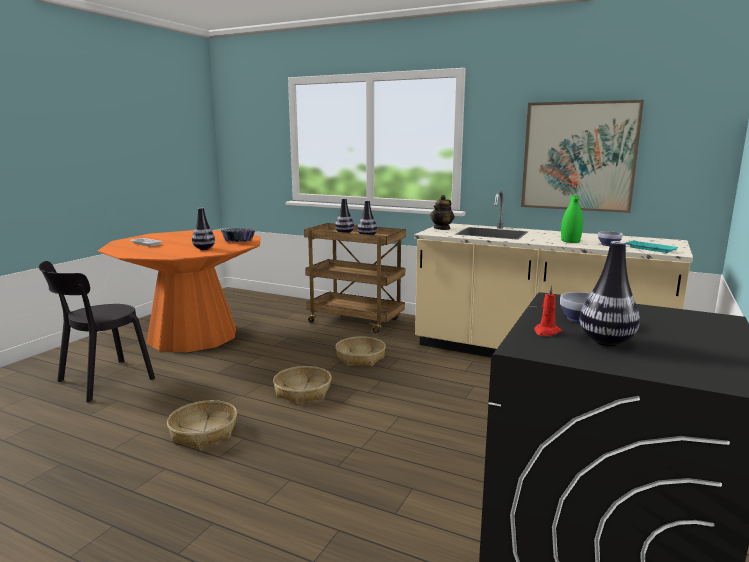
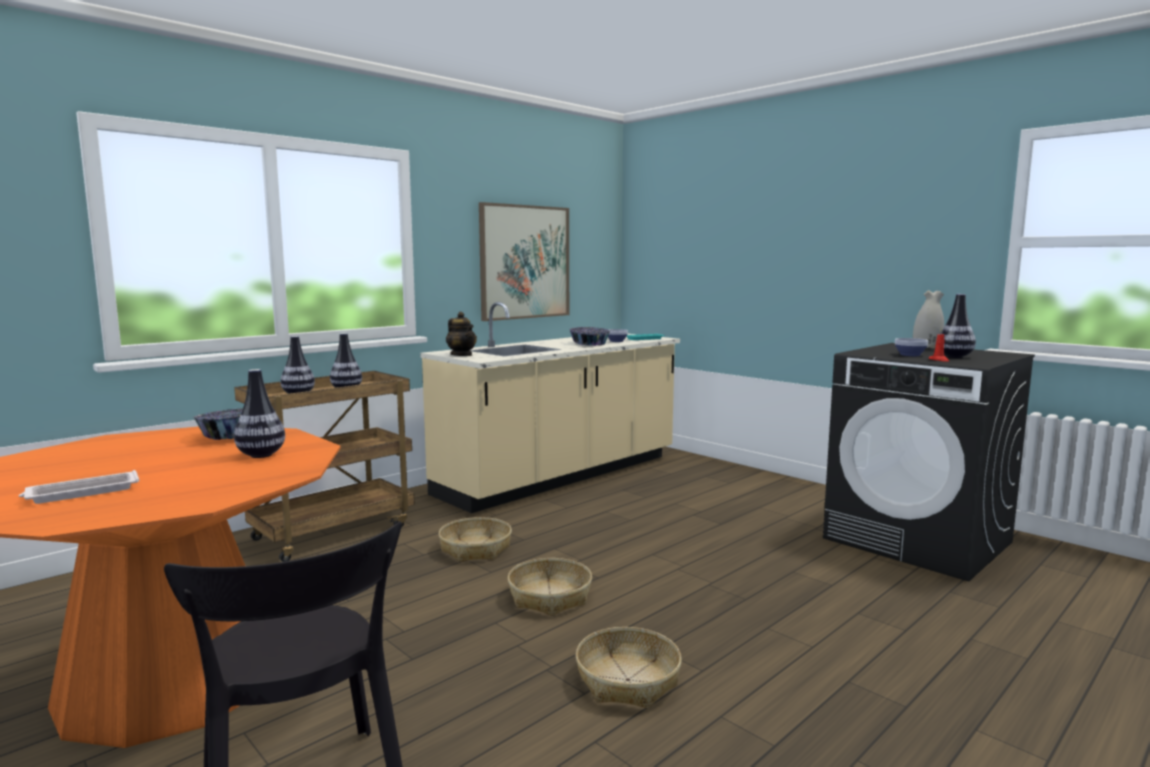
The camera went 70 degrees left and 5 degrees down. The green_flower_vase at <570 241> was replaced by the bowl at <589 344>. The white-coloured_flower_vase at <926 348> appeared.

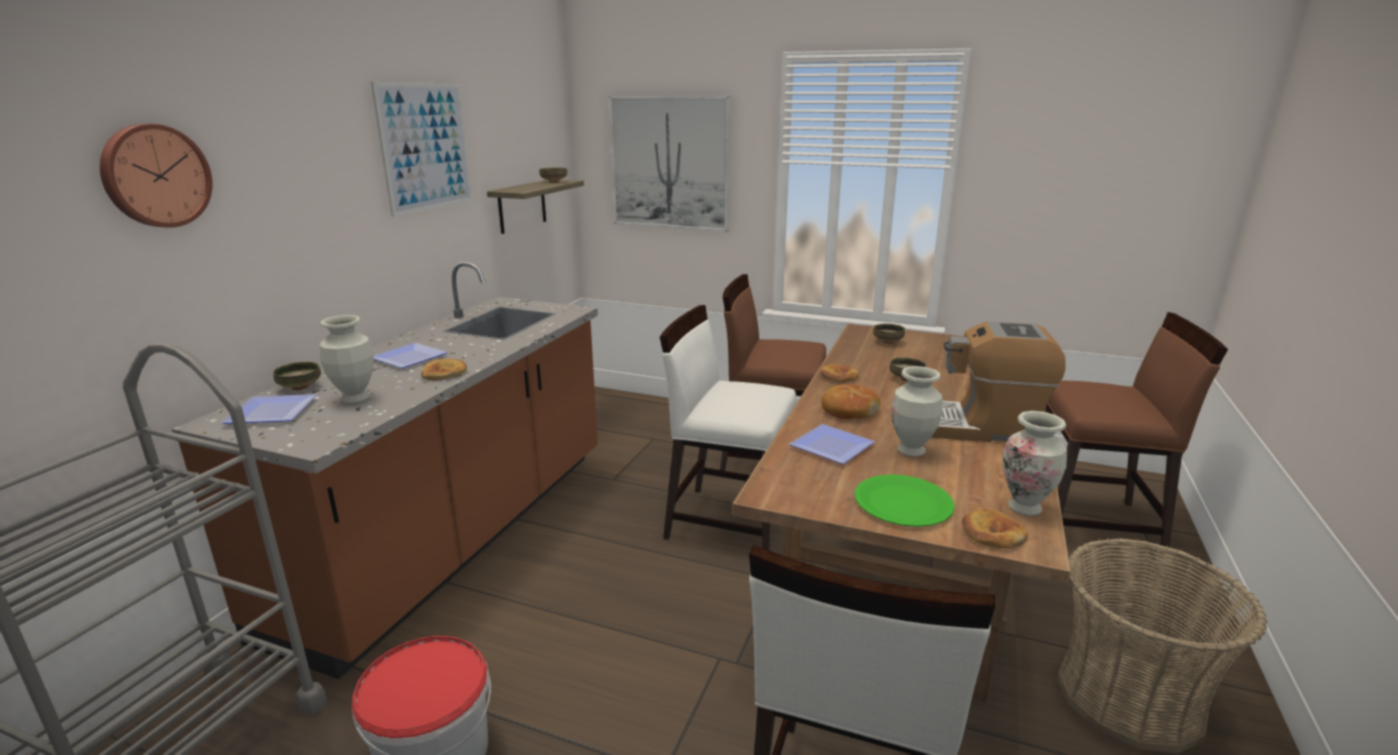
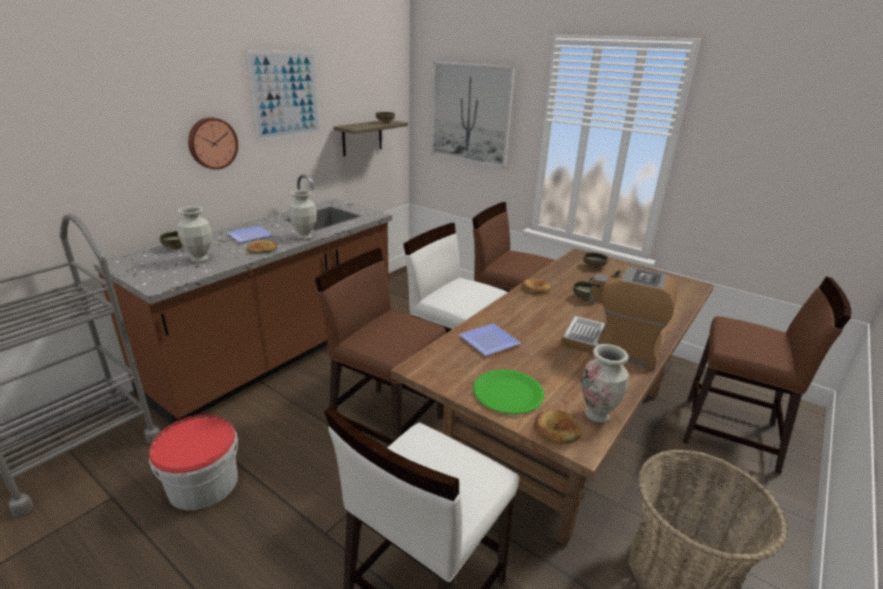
The camera went 15 degrees right and 5 degrees up. The clock_on_the_wall moved from <155 176> to <212 143>. The flower_vase moved from <911 451> to <304 237>. The brownish_chair at <386 422> appeared. The flat_dish at <271 412> disappeared. The bread at <849 411> disappeared.

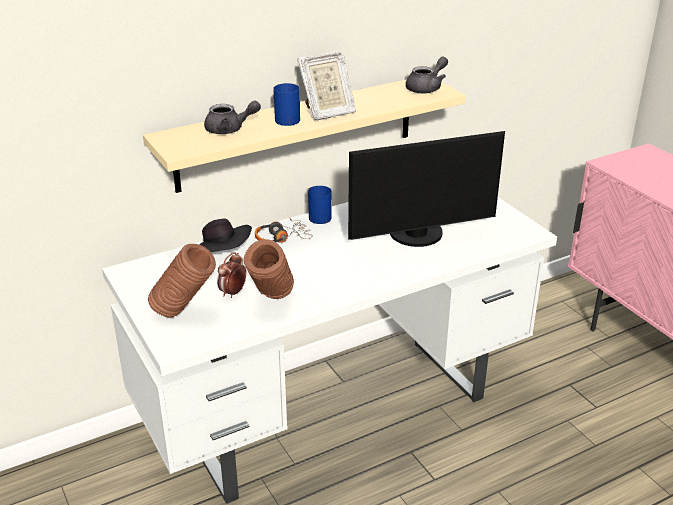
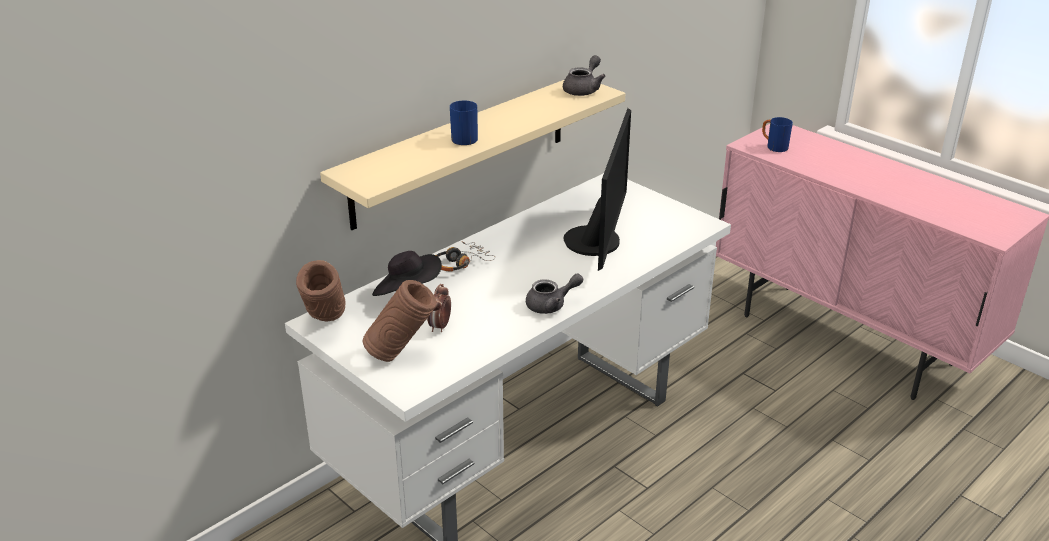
The camera went 15 degrees left and 0 degrees up. The brownish_flower_vase moved from <271 302> to <325 325>. The gray_teapot moved from <229 129> to <551 305>. The computer_screen at <418 236> turned 45 degrees counterclockwise. The blue-coloured_tea_mug moved from <317 216> to <773 146>. The picture_frame at <327 112> disappeared.

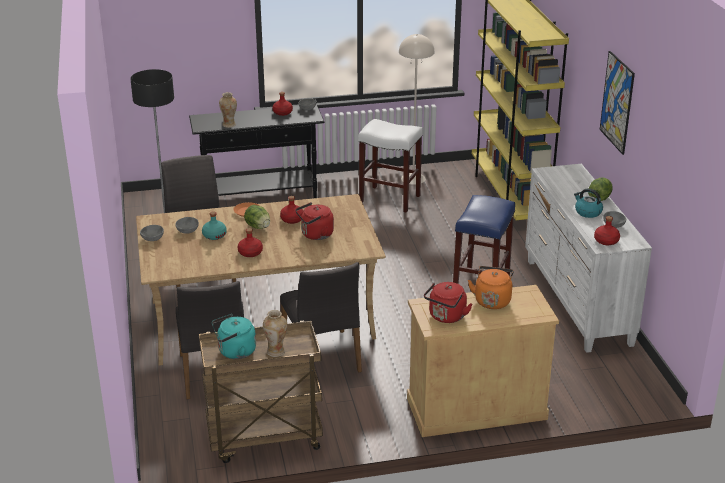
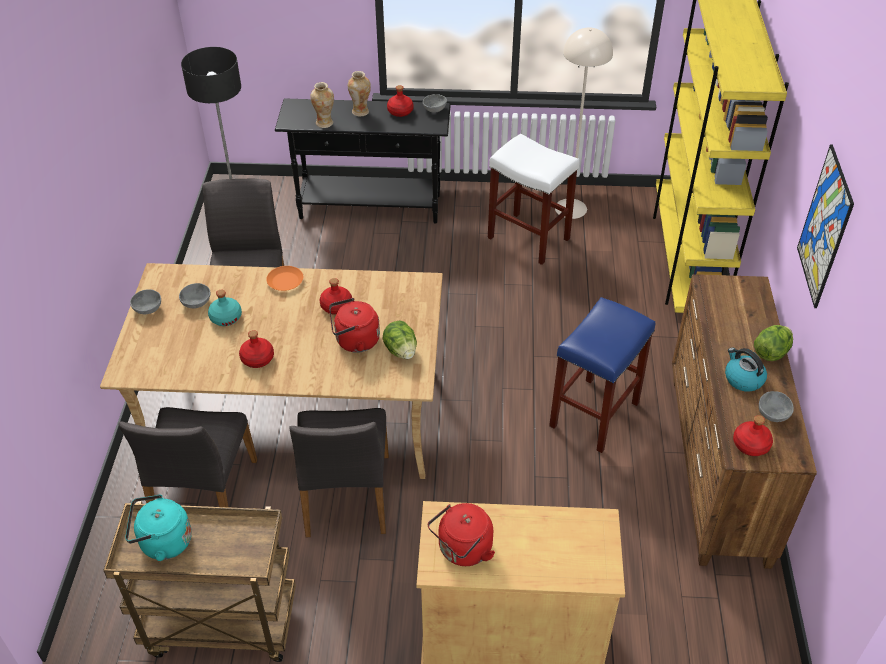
The camera went 15 degrees right and 15 degrees up. The flower_vase moved from <276 351> to <360 112>. The lettuce_head moved from <258 227> to <401 351>. The white-coloured_dresser at <577 302> became the brownish_dresser at <716 468>. The orange_water_kettle at <492 300> disappeared.

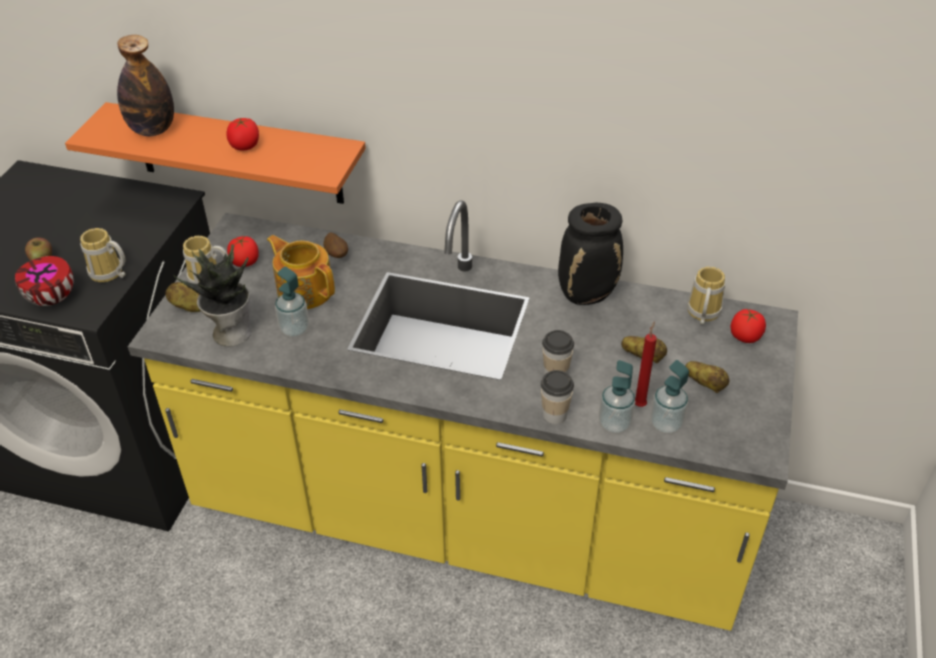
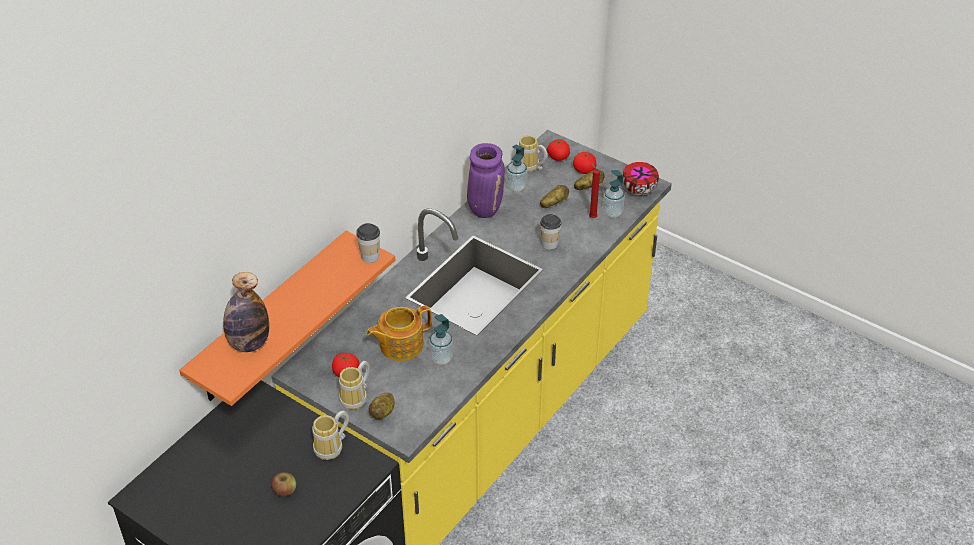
The camera went 70 degrees left and 0 degrees up. The drinking_cup moved from <554 414> to <370 256>. The black_flower_vase at <587 294> became the purple_flower_vase at <485 208>. The soap_dispenser moved from <614 424> to <516 187>. The fresh_tomato moved from <245 146> to <584 170>. The bowl moved from <53 298> to <639 190>. The potted_plant at <231 332> disappeared. The potato at <336 255> disappeared.

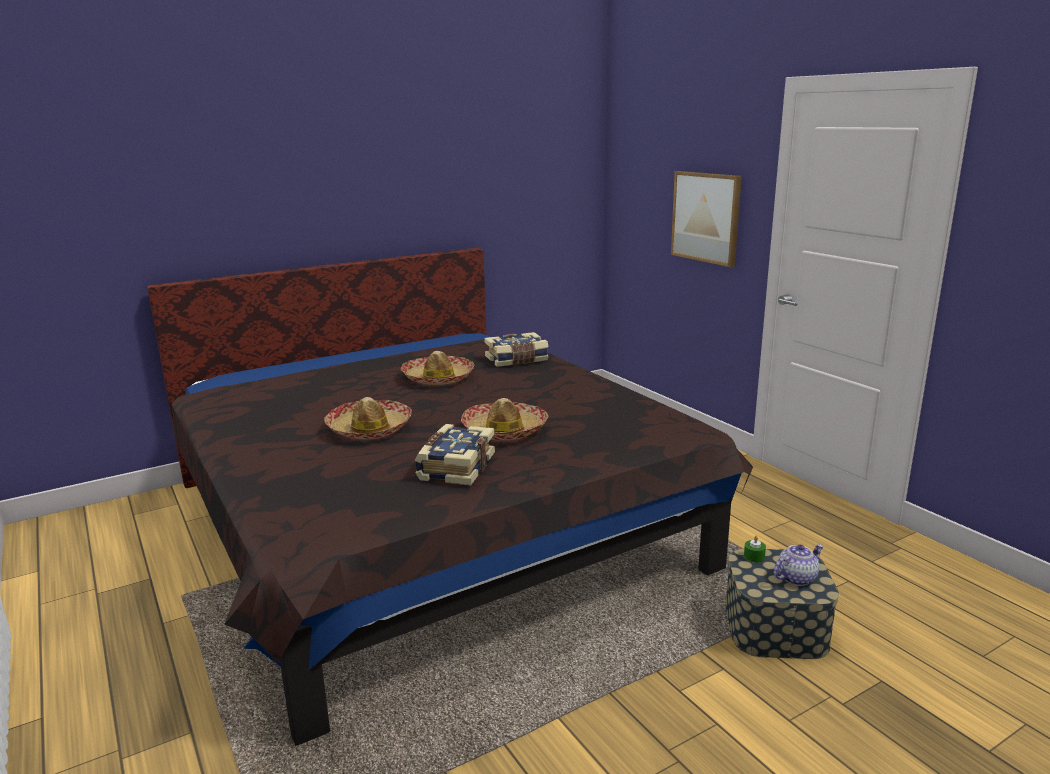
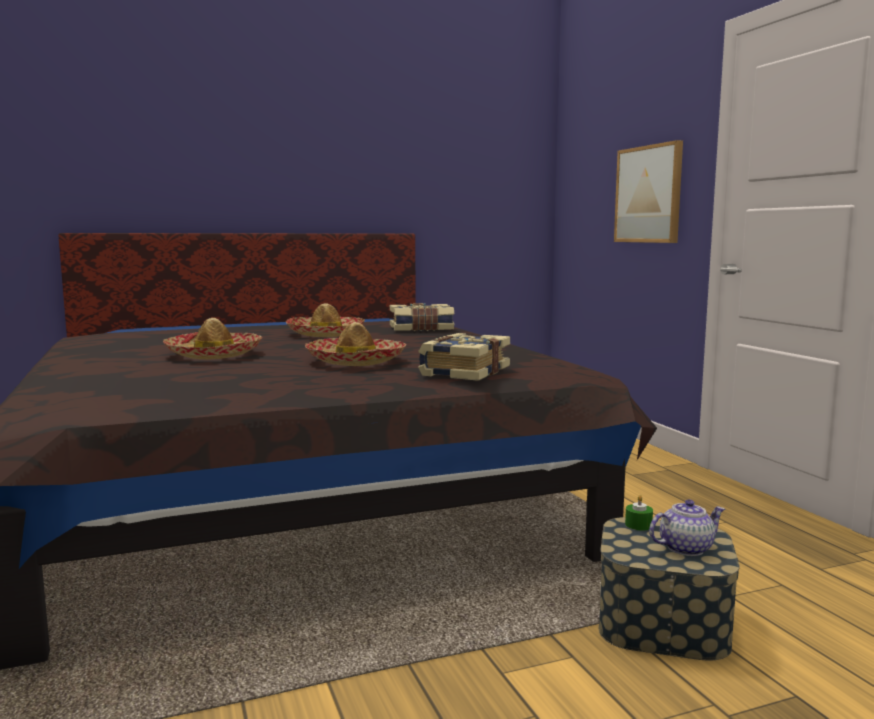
The camera went 10 degrees right and 10 degrees down. The bound_book moved from <455 467> to <463 372>.

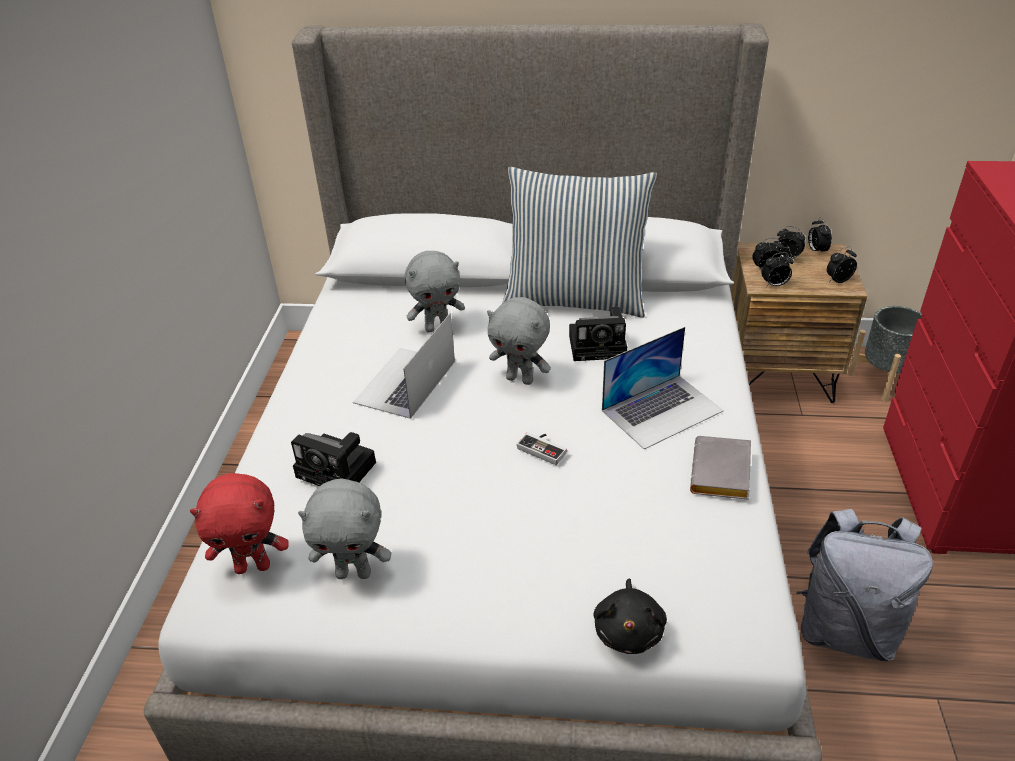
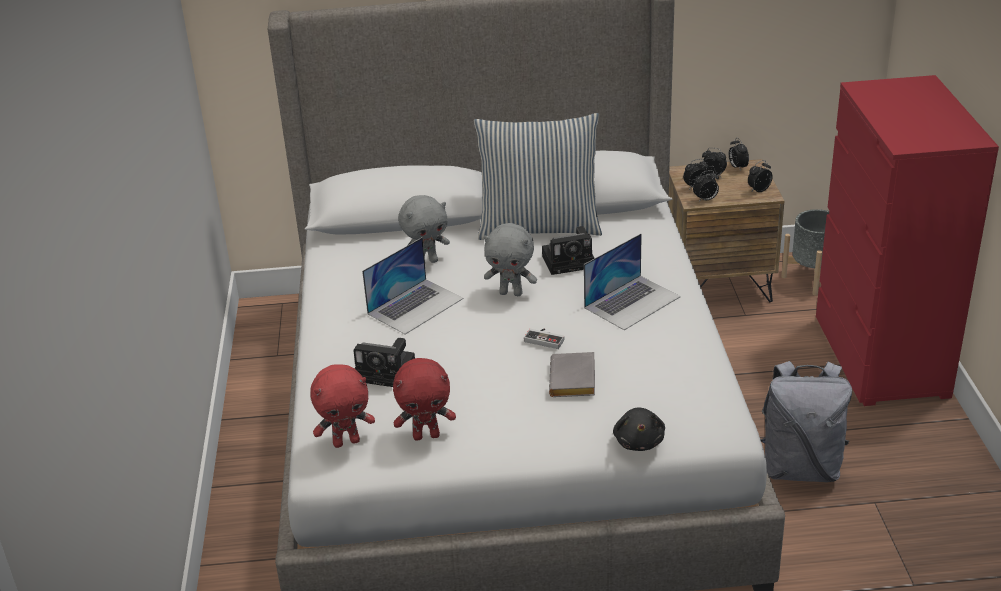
The camera went 10 degrees left and 5 degrees down. The laptop at <405 382> turned 150 degrees counterclockwise. The gray_soft_toy at <354 573> became the red-coloured_soft_toy at <426 435>. The gray_bound_book moved from <723 475> to <574 381>.

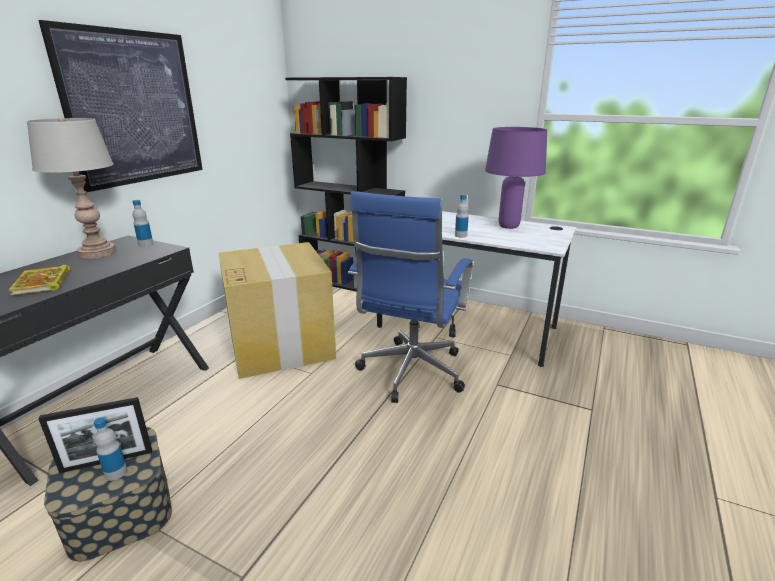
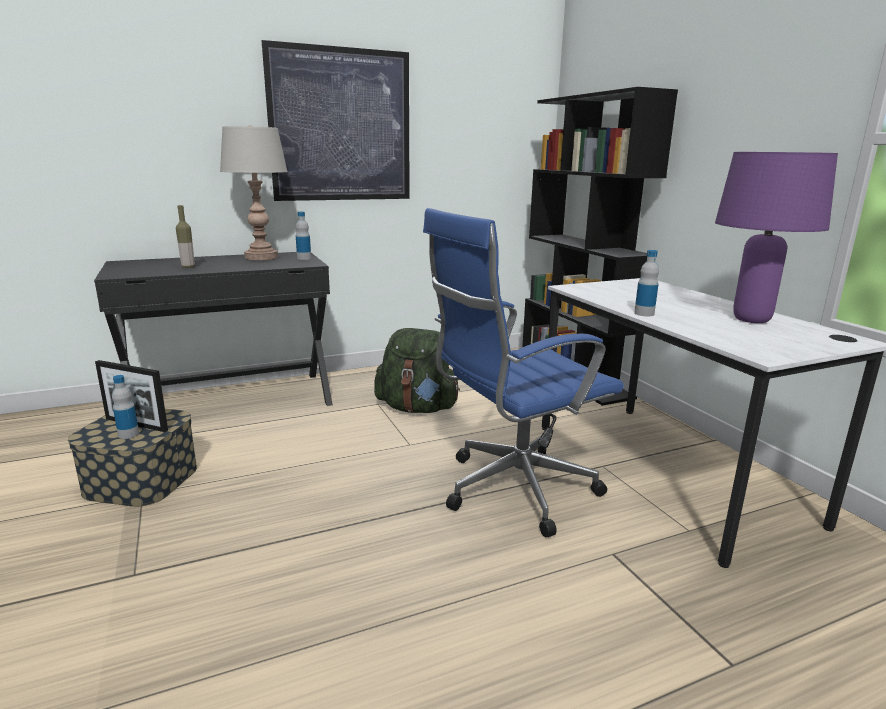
The camera went 40 degrees right and 5 degrees down. The bound_book at <42 284> was replaced by the bottle at <188 267>. The carton at <280 344> was replaced by the green_backpack at <417 408>.

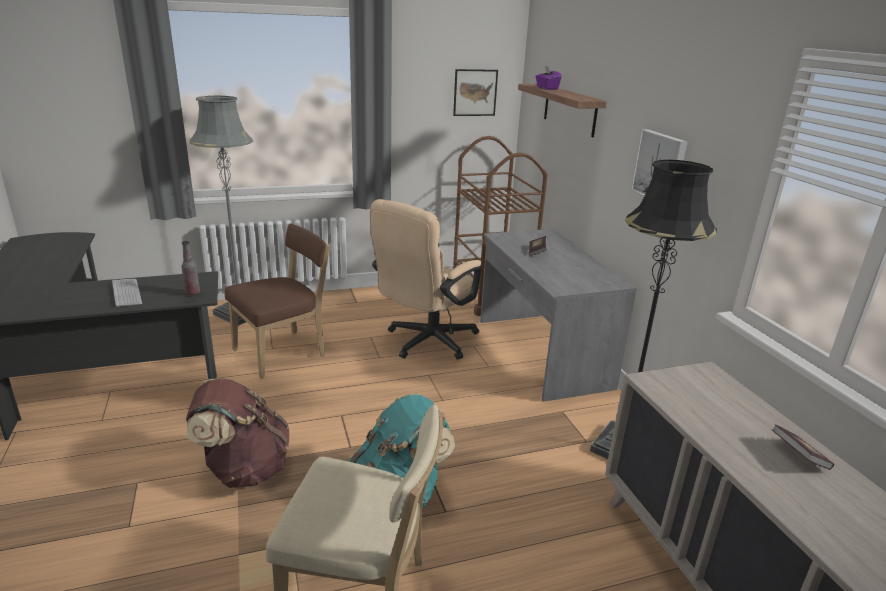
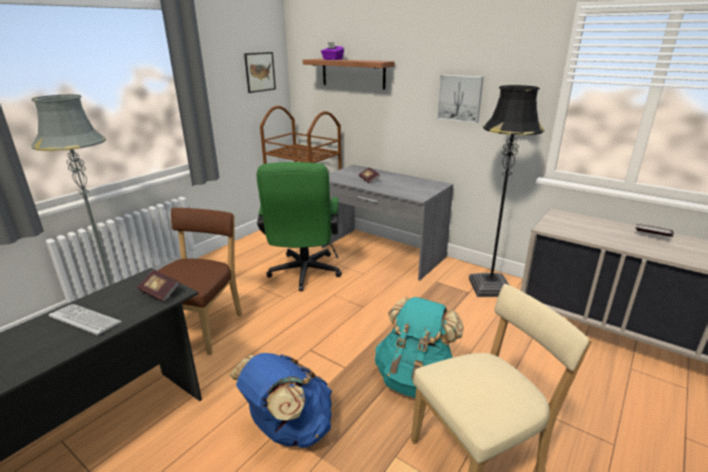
The camera went 35 degrees left and 0 degrees up. The bottle at <192 293> was replaced by the bound_book at <160 292>. The brownish_backpack at <244 469> became the blue-coloured_backpack at <288 429>. The beige-coloured_office_chair at <426 343> became the green_office_chair at <304 275>.

